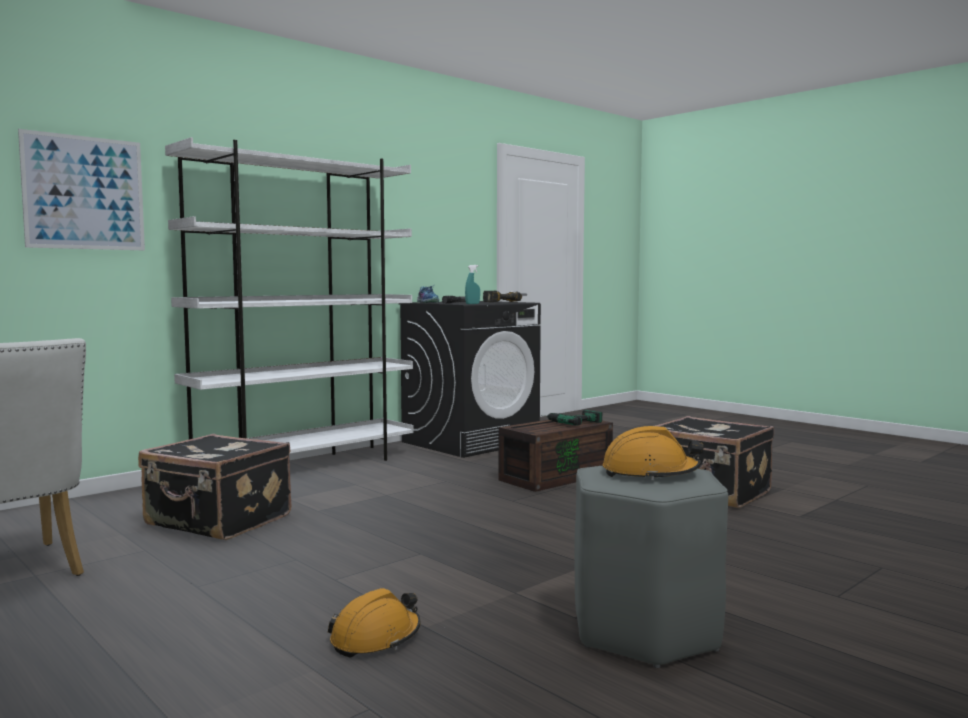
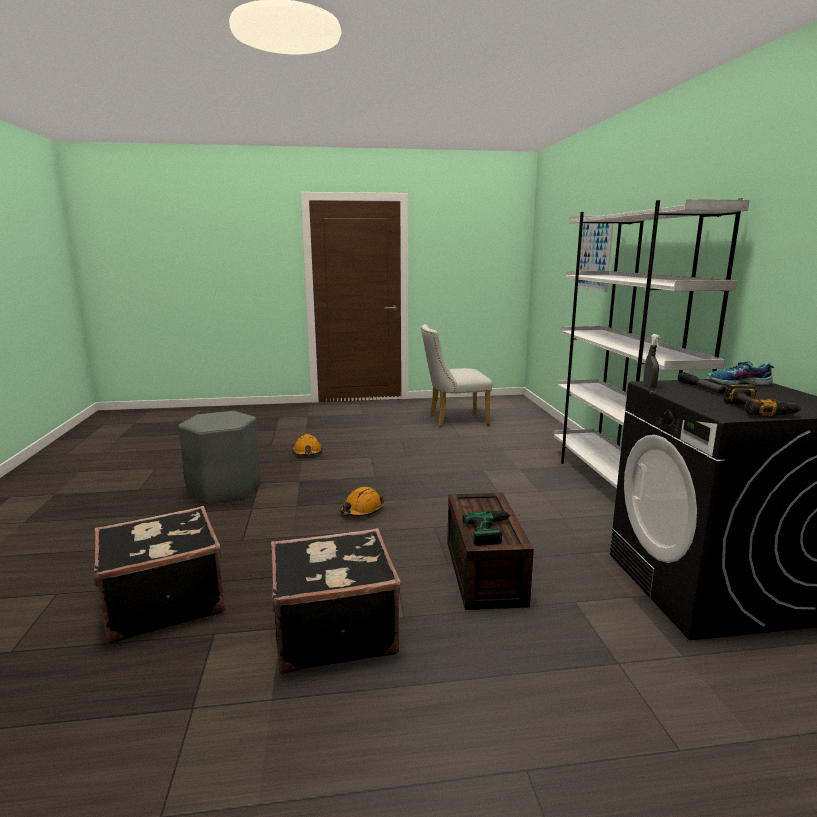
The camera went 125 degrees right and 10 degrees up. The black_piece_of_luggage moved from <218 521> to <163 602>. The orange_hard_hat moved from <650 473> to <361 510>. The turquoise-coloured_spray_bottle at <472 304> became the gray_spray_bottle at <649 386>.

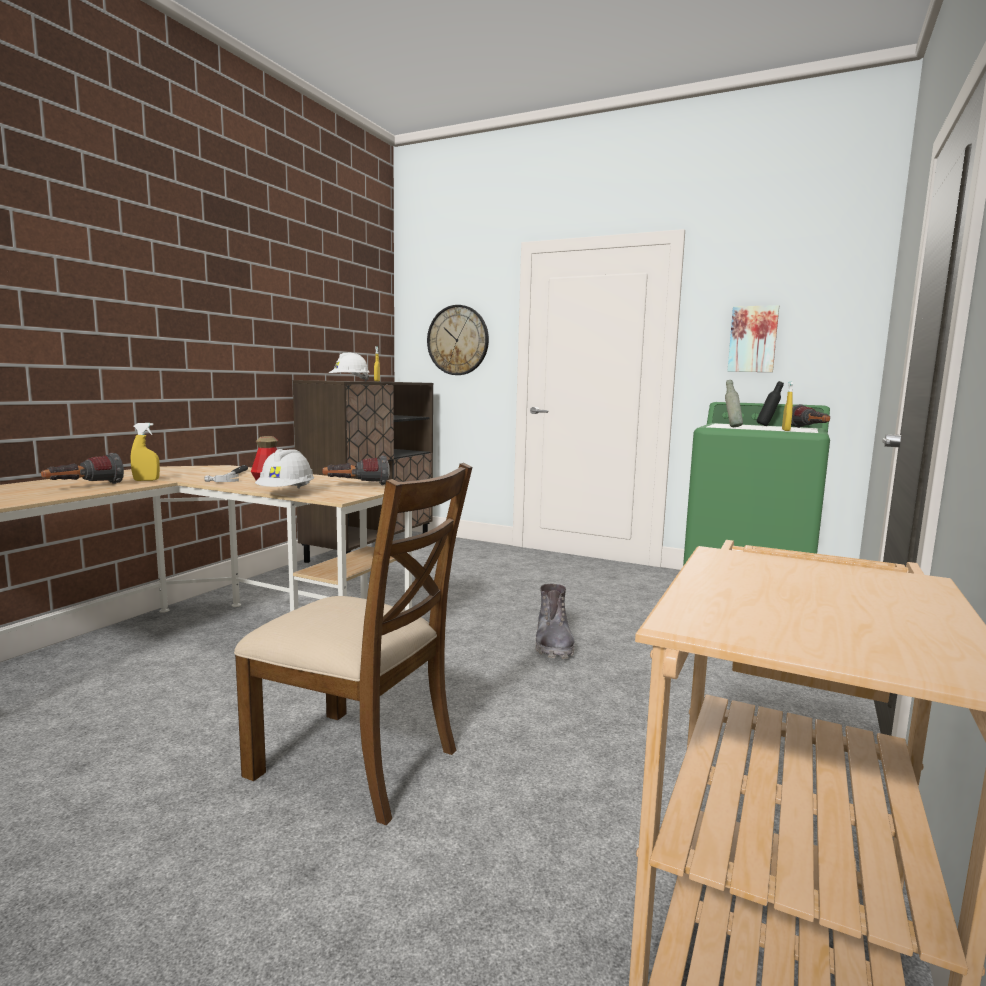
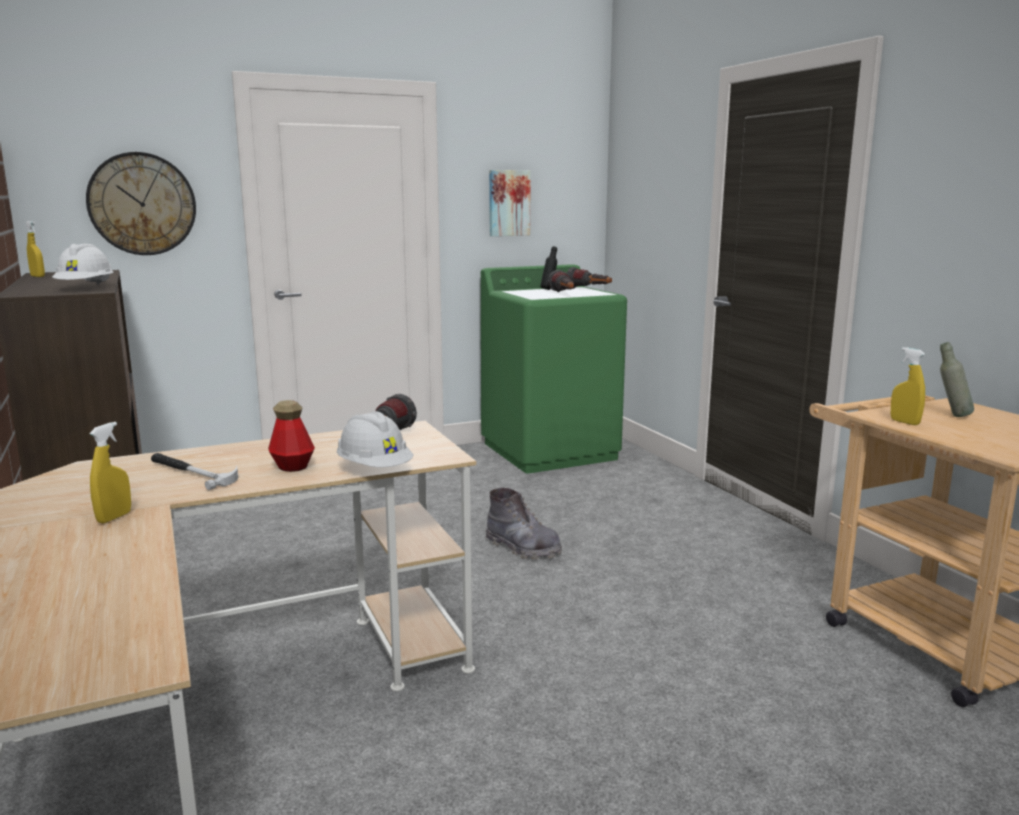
The camera went 50 degrees left and 5 degrees up. The torch moved from <84 486> to <563 294>. The yellowish_spray_bottle moved from <785 430> to <904 422>. The gray_bottle moved from <731 427> to <951 416>. The brownish_chair at <357 762> disappeared.

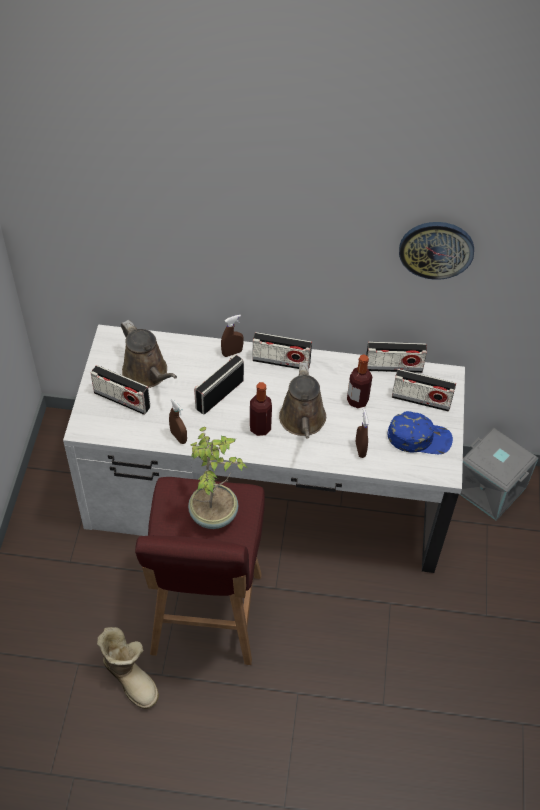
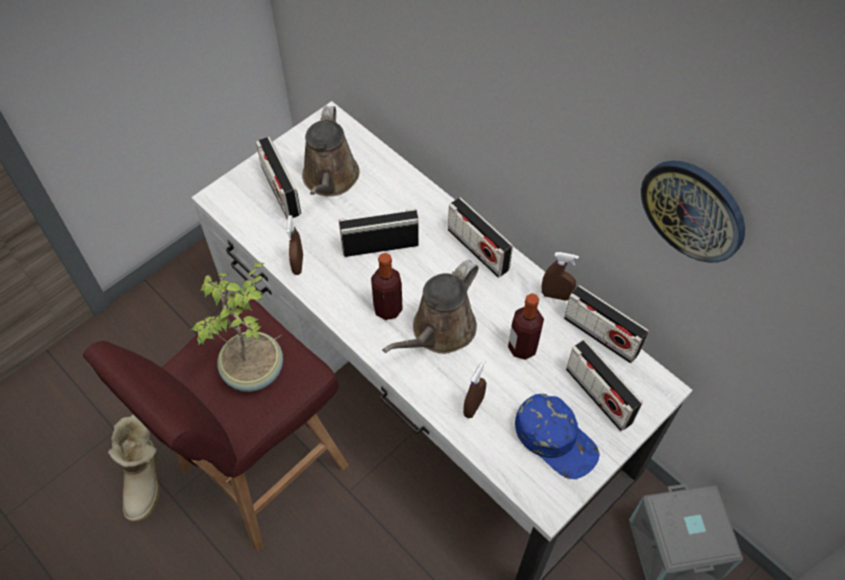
The camera went 40 degrees right and 5 degrees up. The brownish_spray_bottle moved from <232 353> to <556 295>.

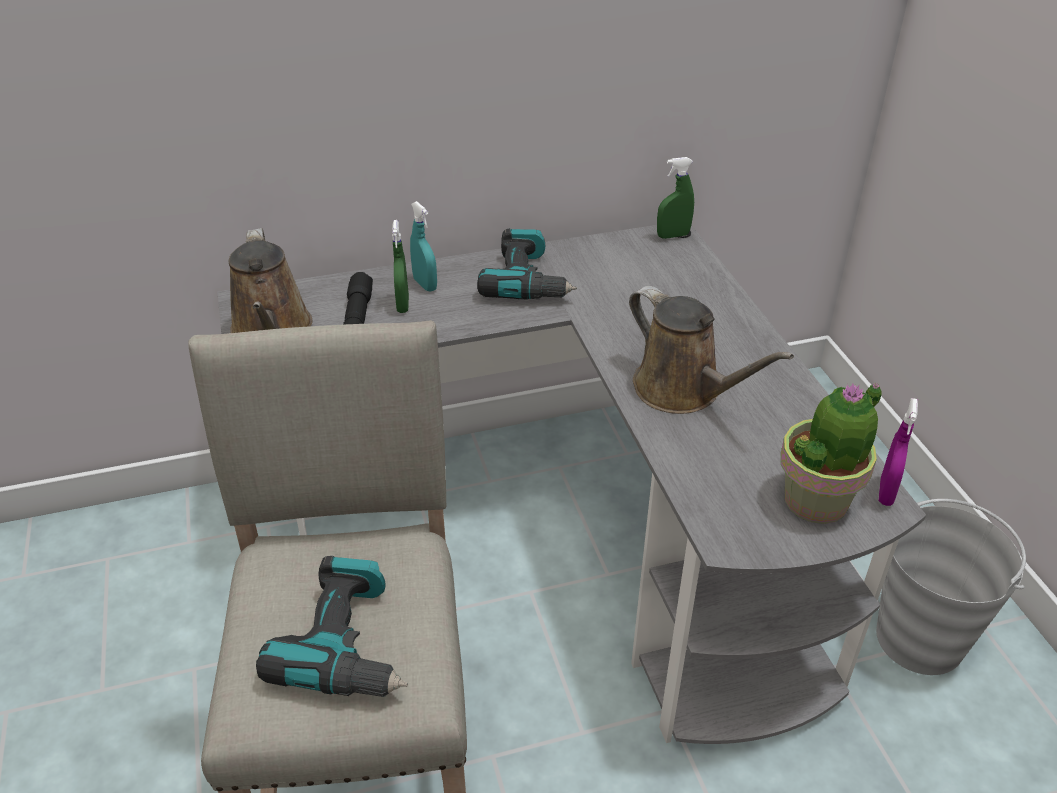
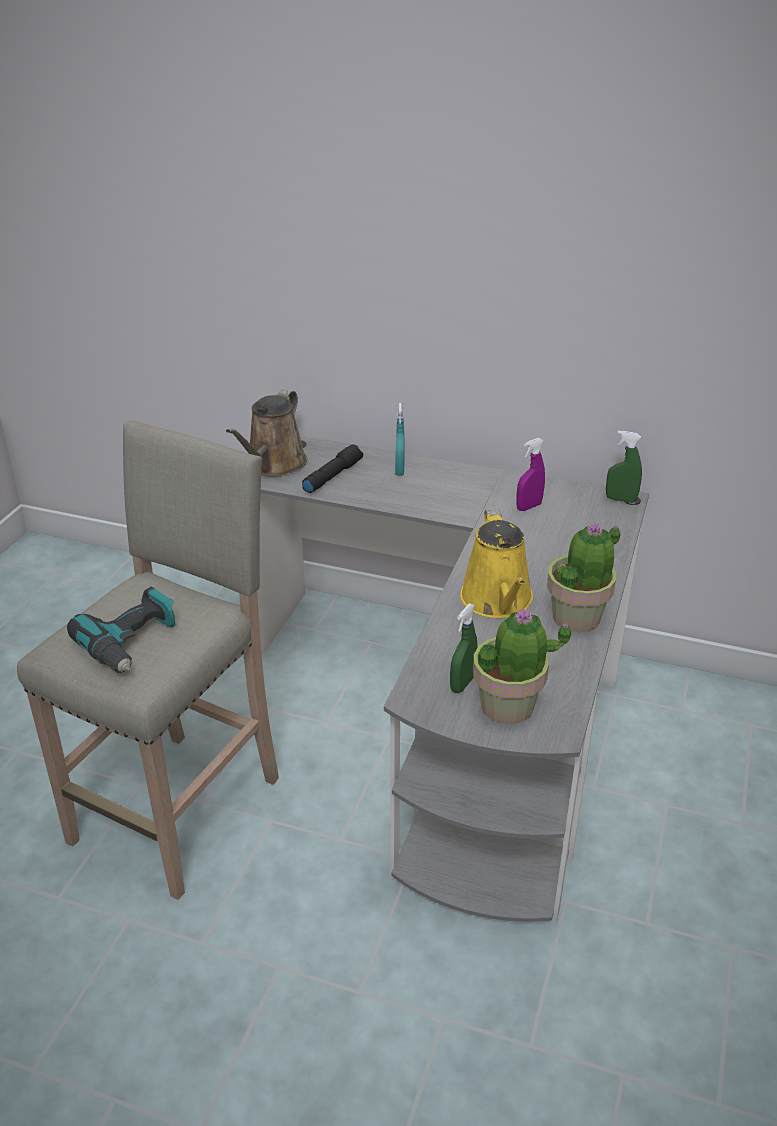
The camera went 35 degrees right and 5 degrees down. The green_spray_bottle moved from <403 305> to <462 684>. The brownish_watering_can at <683 390> became the yellowish_watering_can at <498 601>. The purple_spray_bottle moved from <886 492> to <528 507>. The potted_plant at <577 617> appeared. The power_drill at <528 281> disappeared. The gray_water_bucket at <920 639> disappeared.

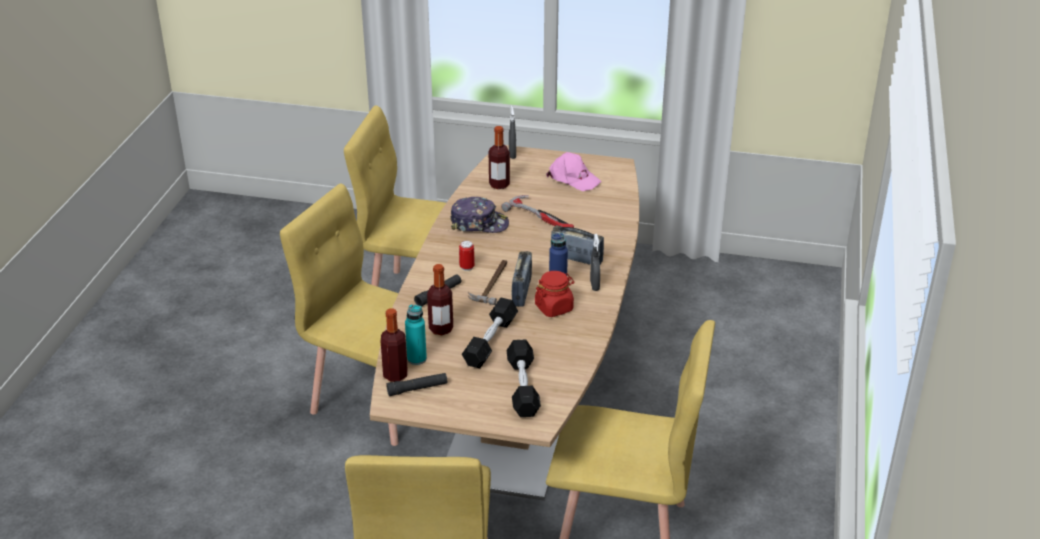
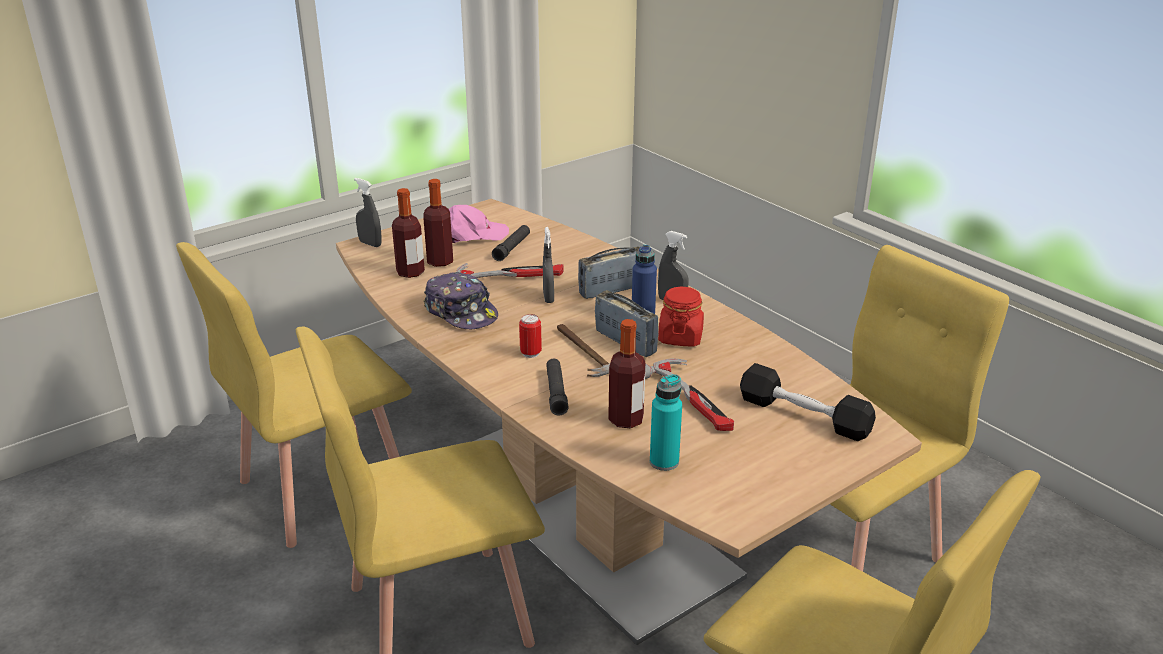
The camera went 50 degrees left and 5 degrees down. The bottle moved from <395 375> to <440 261>. The cap at <479 224> turned 90 degrees clockwise. The black_torch moved from <417 389> to <512 248>. The gray_spray_bottle at <548 298> appeared. The black_dumbbell at <490 342> was replaced by the hand_hammer at <693 399>.

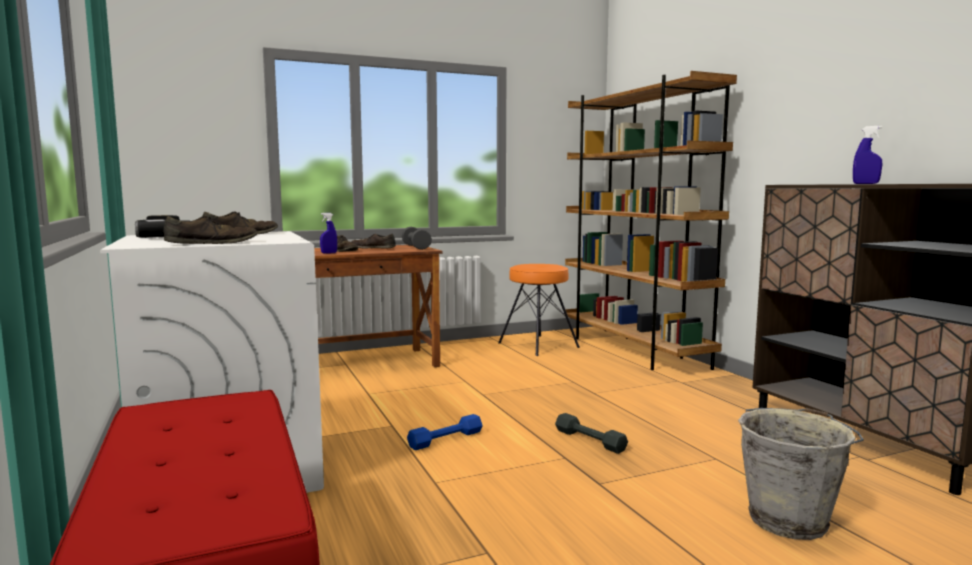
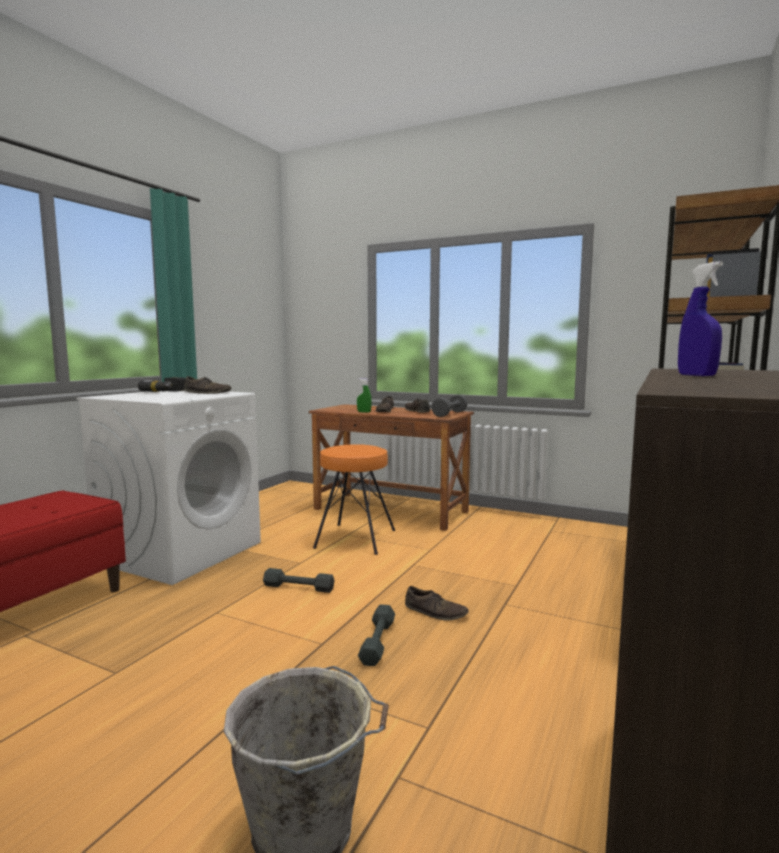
The camera went 50 degrees right and 0 degrees up. The blue-coloured_dumbbell at <445 439> became the gray_dumbbell at <299 587>. The orange_stool moved from <538 345> to <355 538>. The blue-coloured_spray_bottle at <329 253> became the green_spray_bottle at <364 412>. The brownish_low_shoe moved from <212 243> to <435 612>.

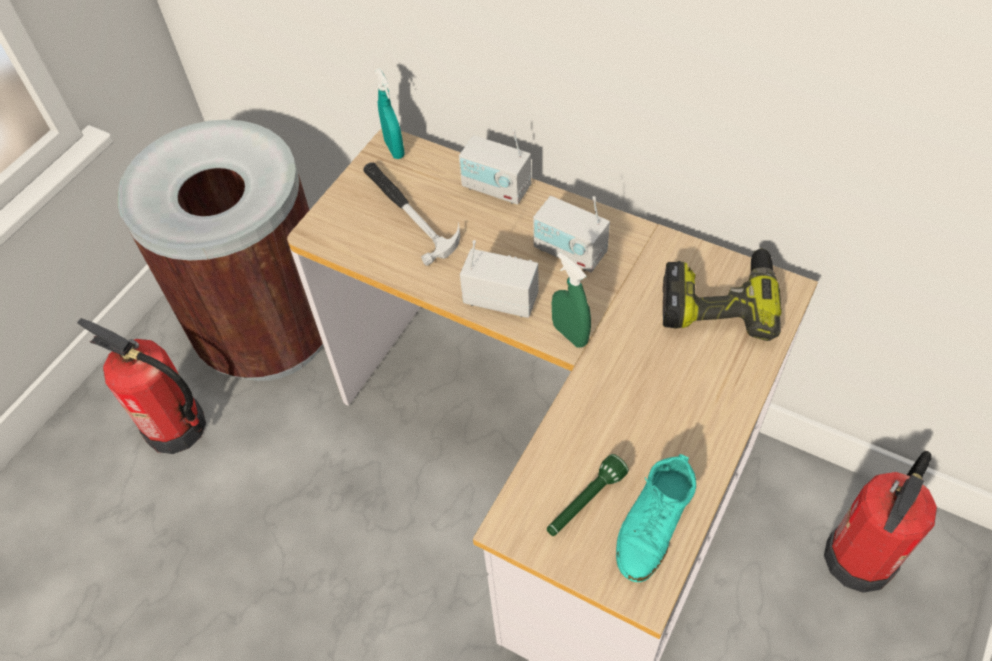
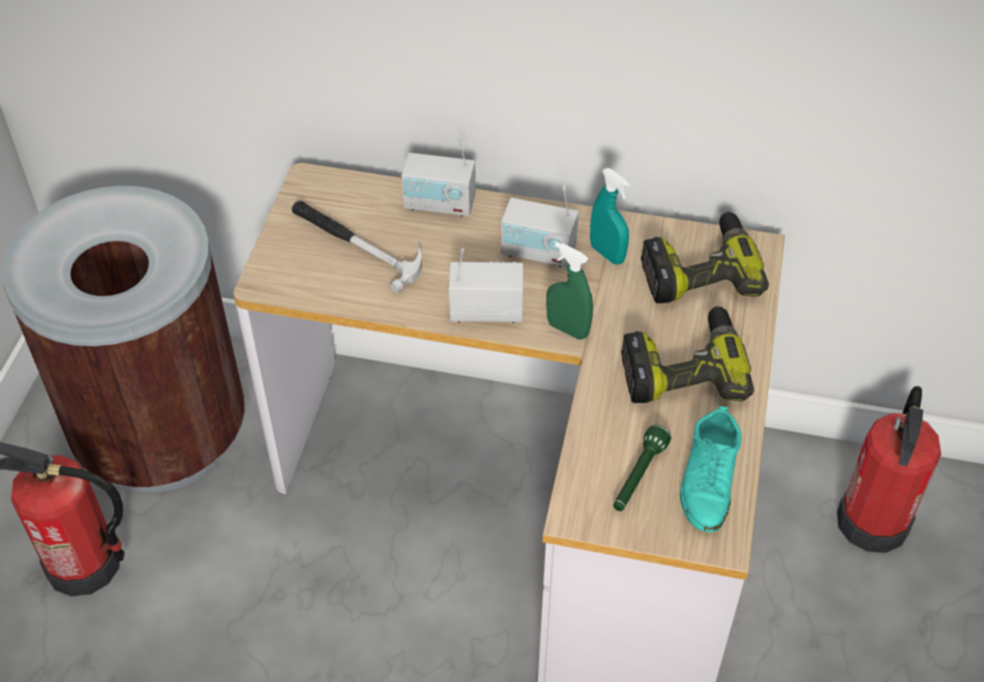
The camera went 20 degrees left and 5 degrees down. The turquoise-coloured_spray_bottle moved from <394 149> to <607 254>. The power_drill at <682 368> appeared.

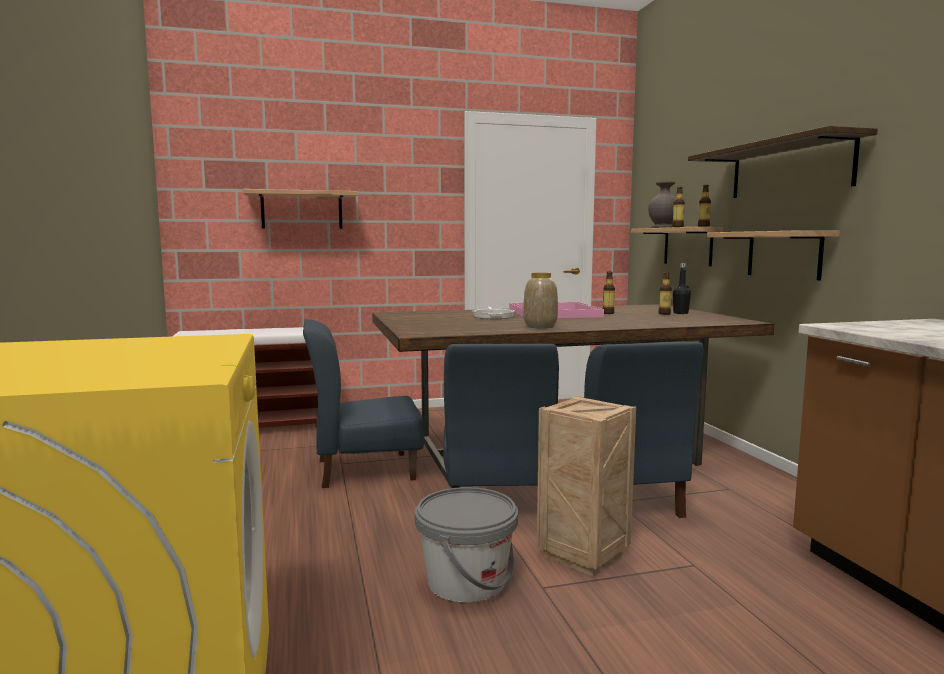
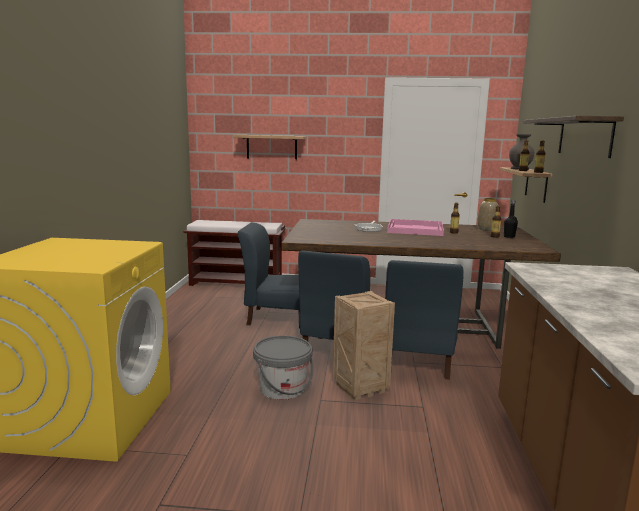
The camera went 20 degrees right and 5 degrees up. The flower_vase moved from <540 326> to <487 229>. The bracket_shelf at <783 254> disappeared.

